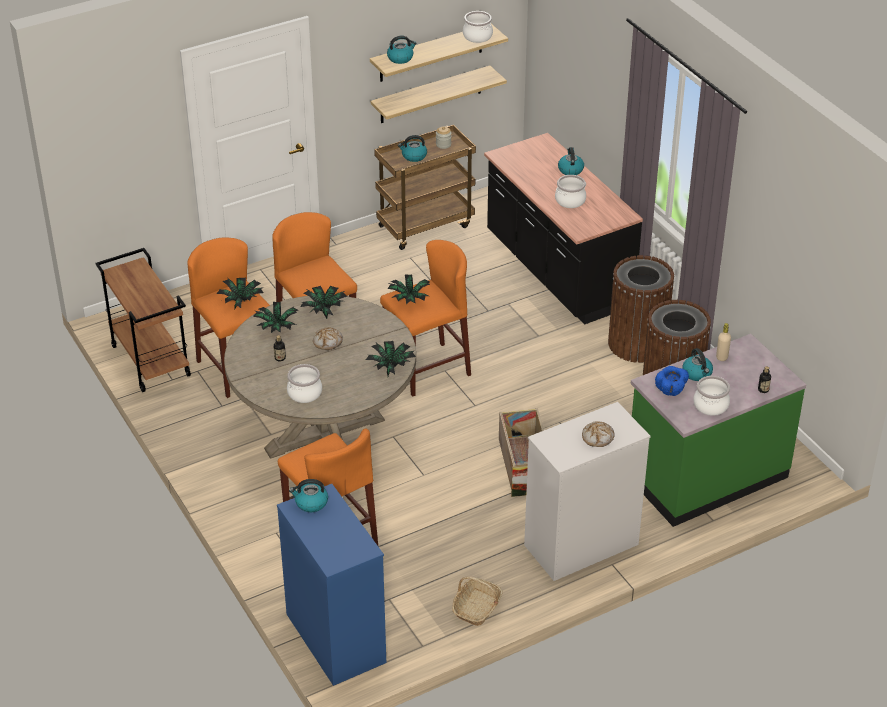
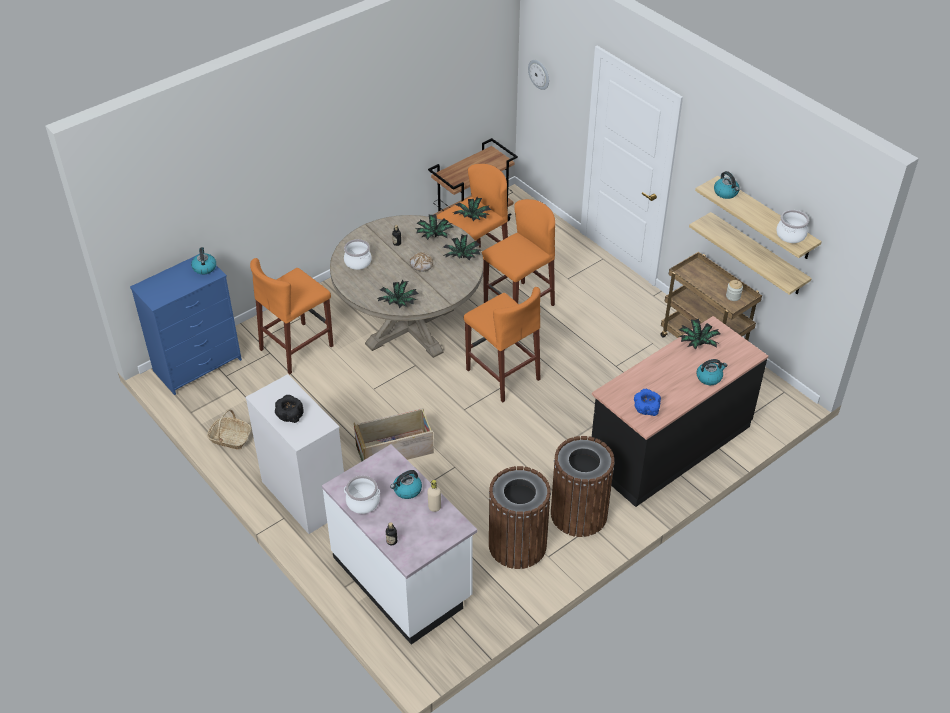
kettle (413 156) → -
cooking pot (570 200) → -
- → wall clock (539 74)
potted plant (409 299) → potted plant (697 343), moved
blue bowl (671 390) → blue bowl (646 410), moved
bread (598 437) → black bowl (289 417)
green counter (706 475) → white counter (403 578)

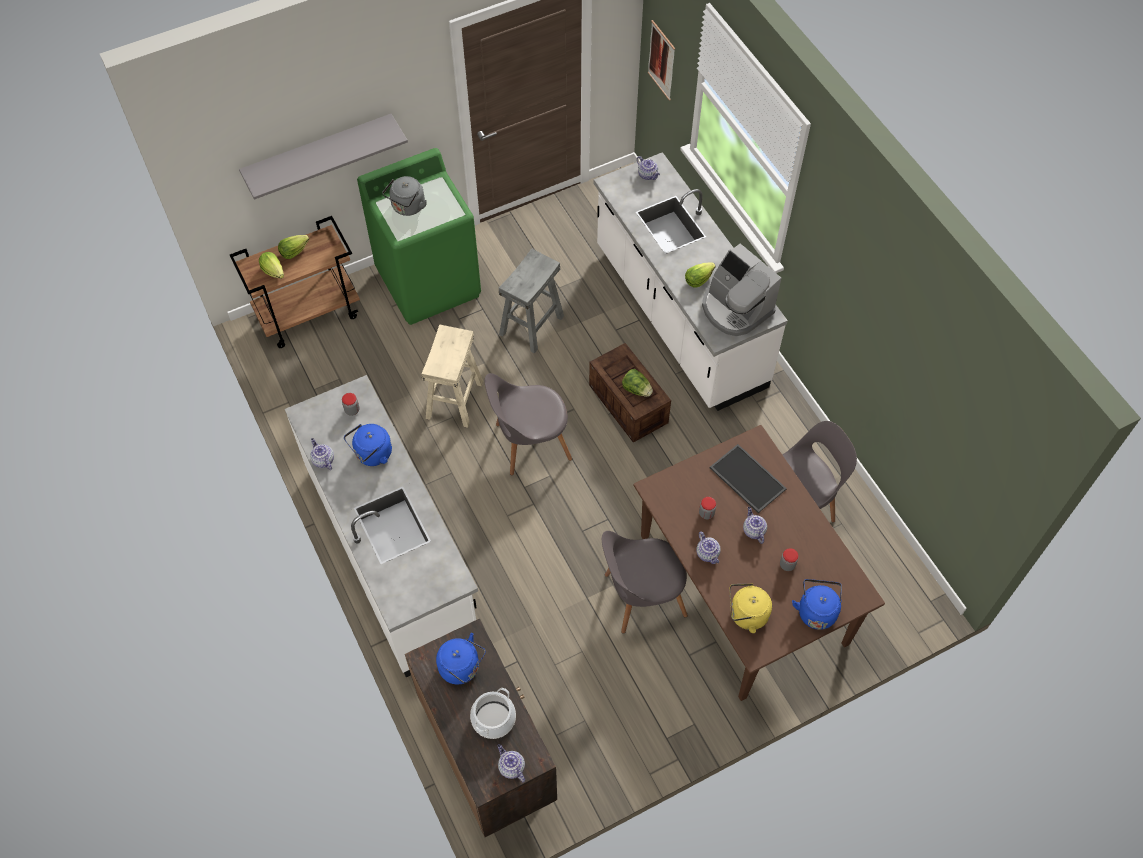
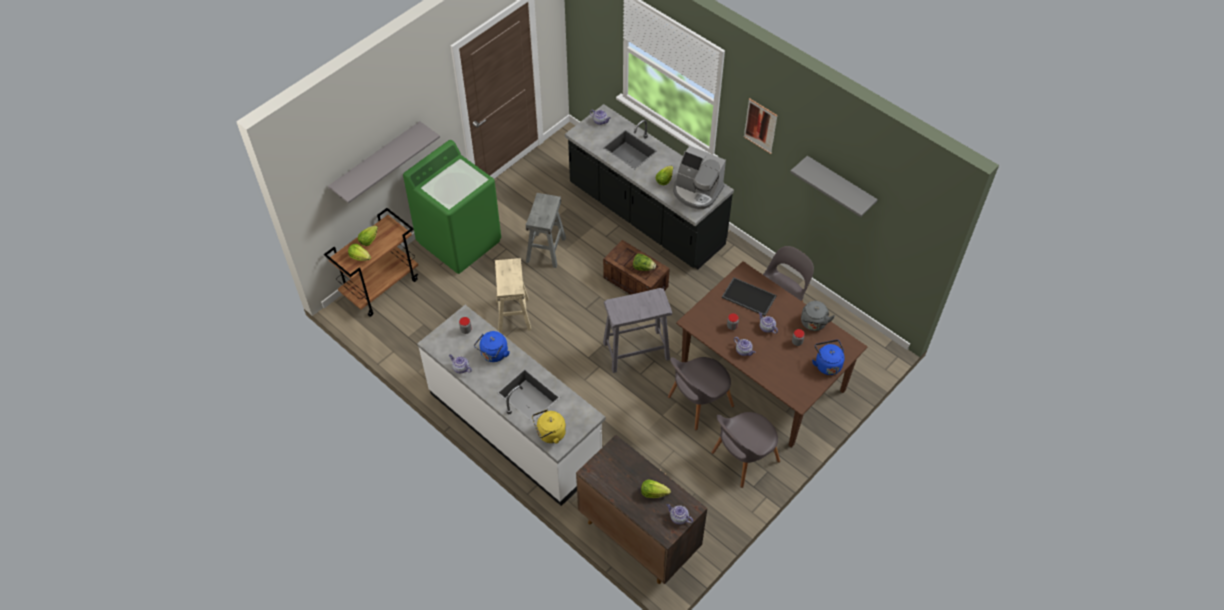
blue kettle (462 668) → -
- → grey stool (635 350)
- → grey shelf (840 185)
grey kettle (407 207) → grey kettle (813 324), moved
grey chair (529 443) → grey chair (743 458), moved
picture (661 60) → picture (760 126), moved
yellow kettle (746 615) → yellow kettle (549 434), moved
cooking pot (493 719) → lettuce (653 492)
white counter (678 318) → black counter (645 216)

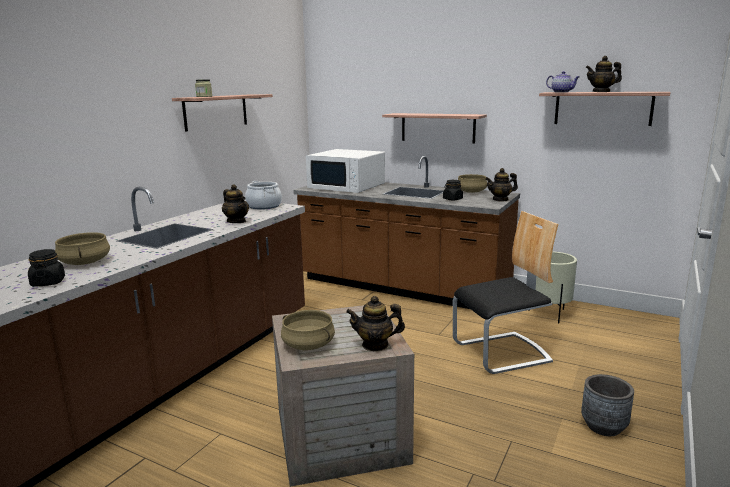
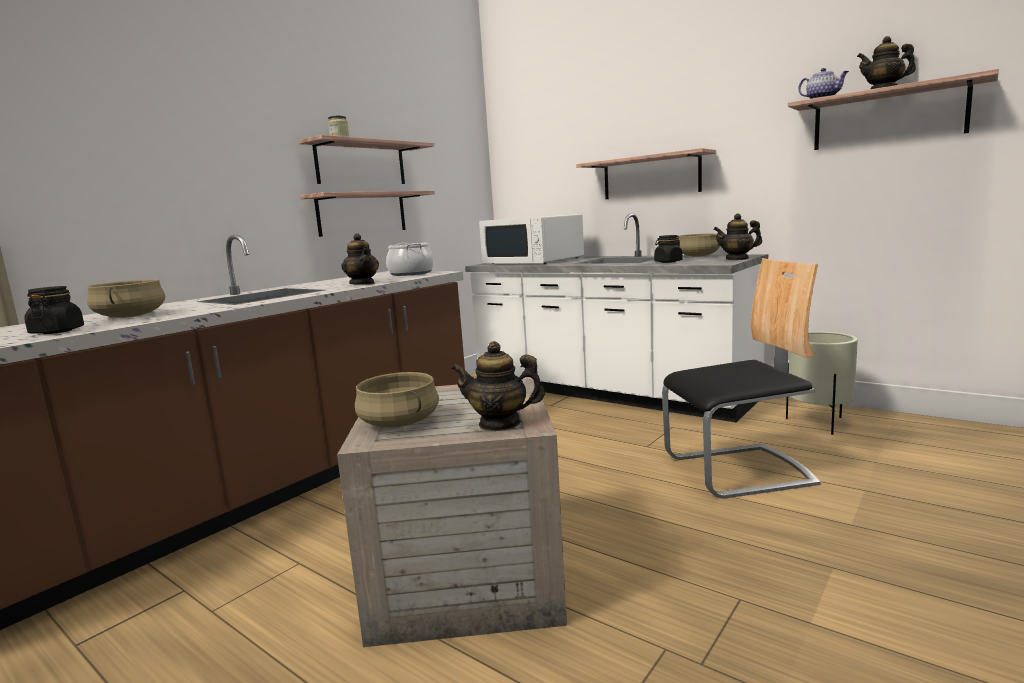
grey planter (604 427) → -
- → shelf (362 213)
brown counter (402 287) → white counter (608 392)

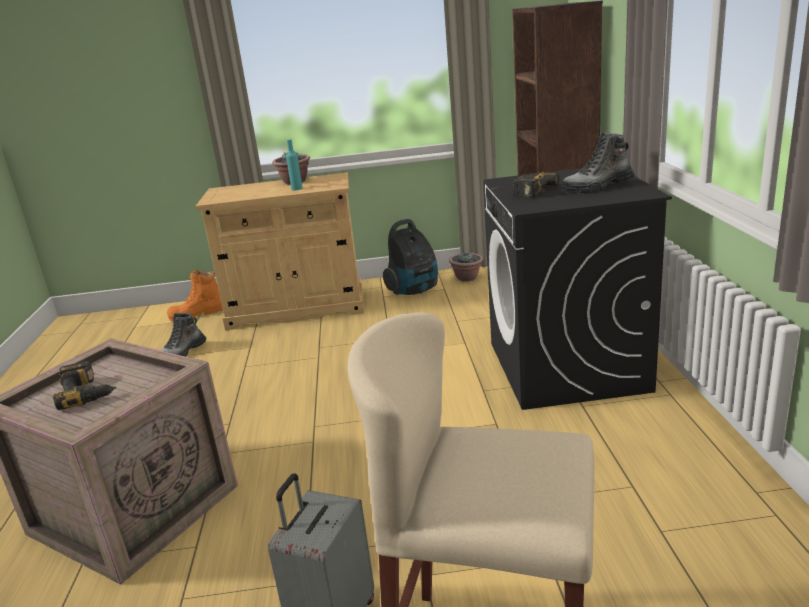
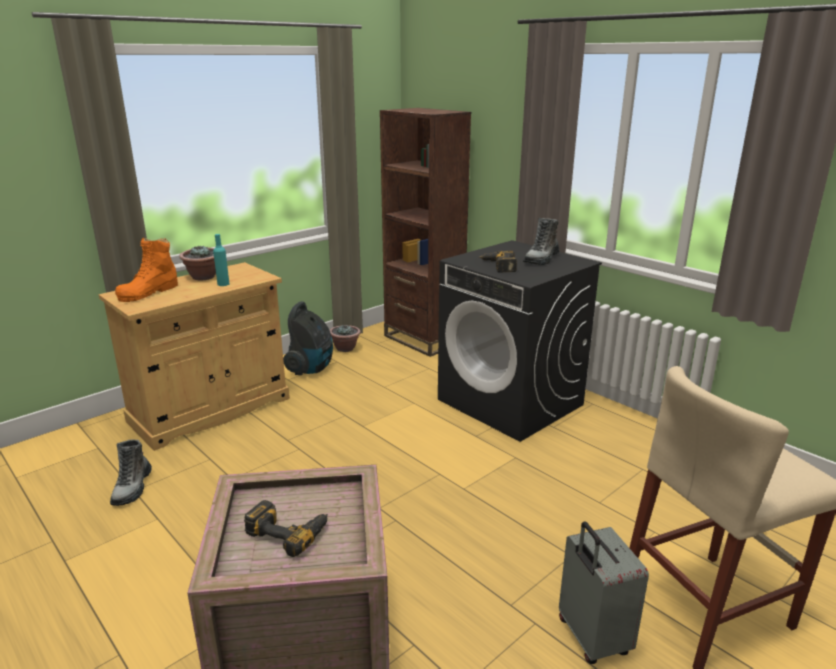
orange boot (197 314) → orange boot (149 292), moved

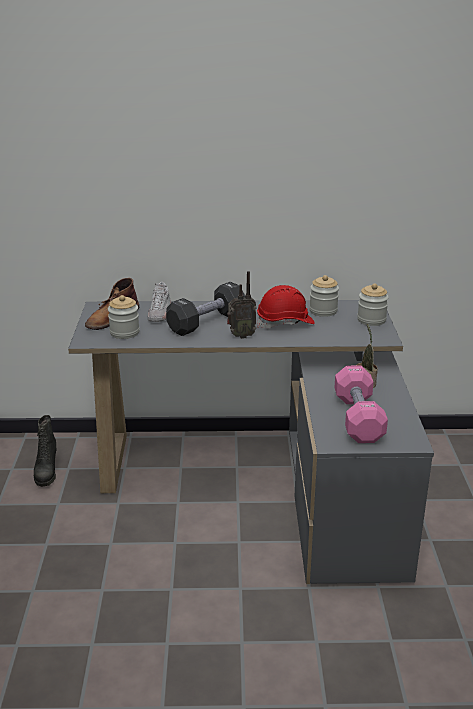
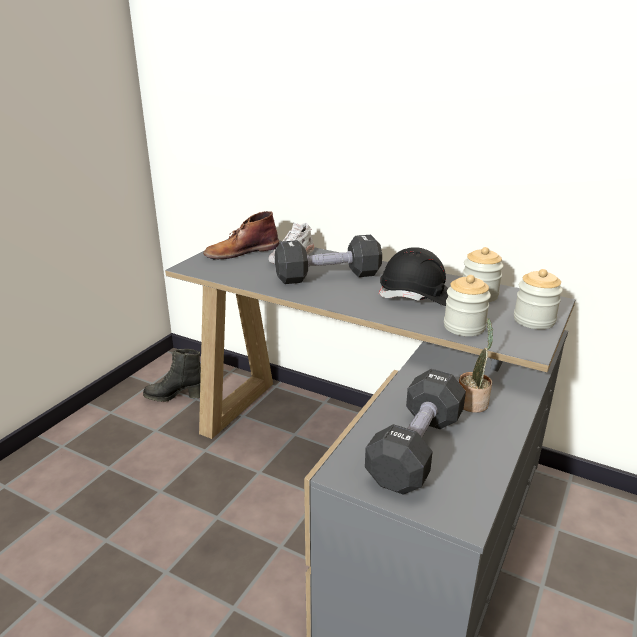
radio (240 336) → -
jar (124 333) → jar (464 327), moved
red hard hat (285 323) → black hard hat (416 297)
pink dumbbell (358 418) → black dumbbell (416 449)
black boot (46 472) → black boot (175 396), 60 degrees clockwise

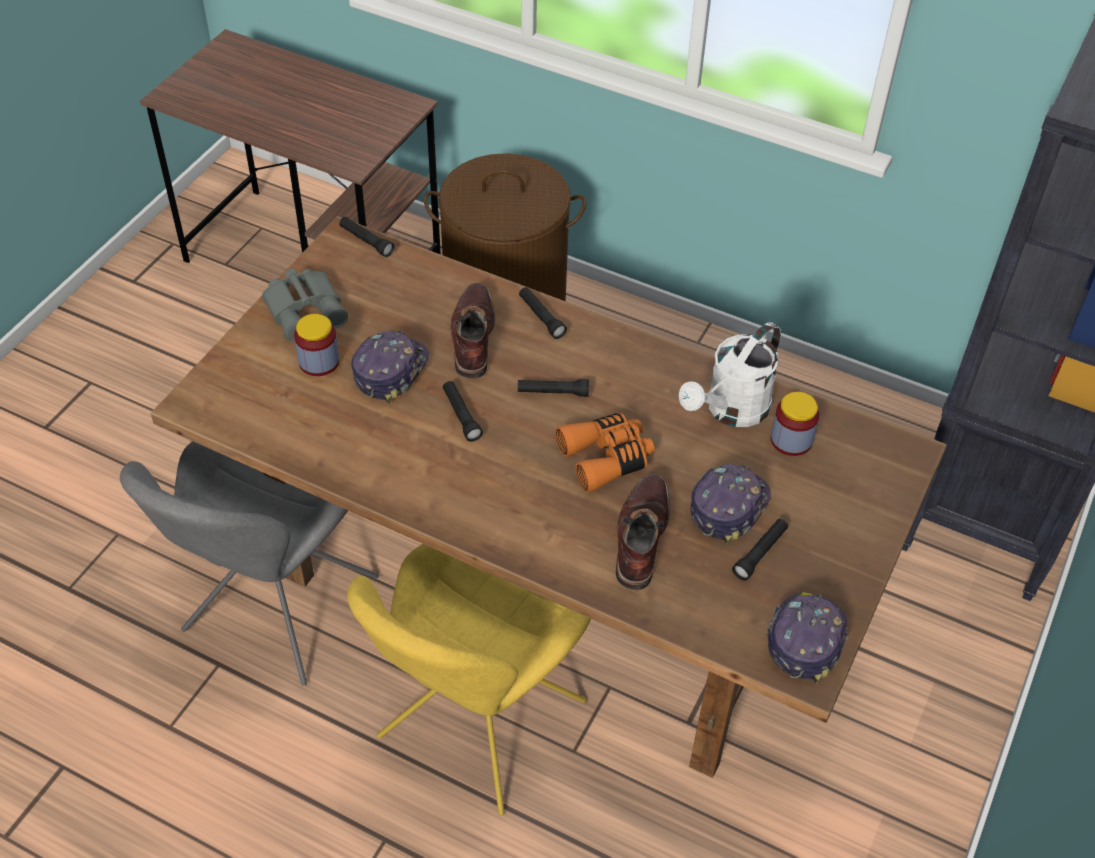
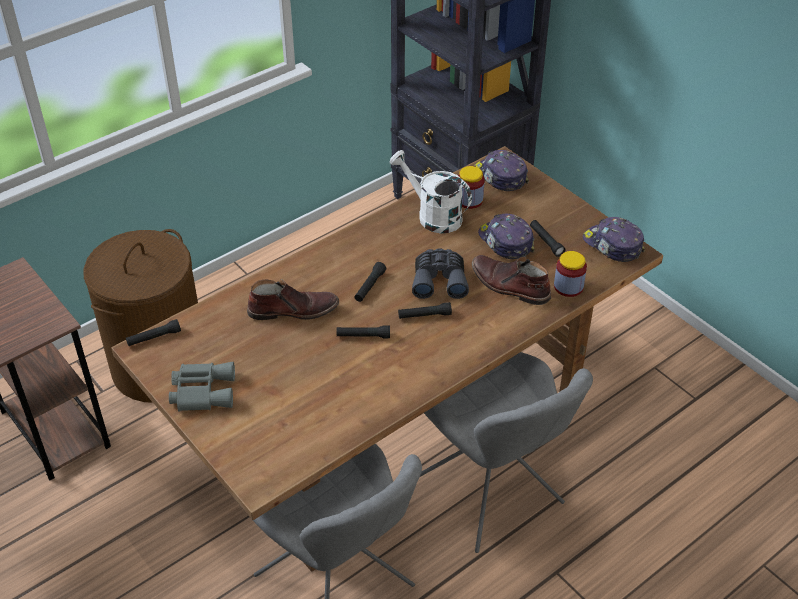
jar (319 362) → jar (568 287), moved
cap (390 371) → cap (500 177), moved
black flashlight (541 317) → black flashlight (424 315), moved
yellow chair (477 725) → grey chair (492 494)
orange binoculars (606 457) → grey binoculars (439 280)
brown boot (472 337) → brown boot (293 310), 150 degrees clockwise
white watering can (730 411) → white watering can (432 215), 150 degrees clockwise

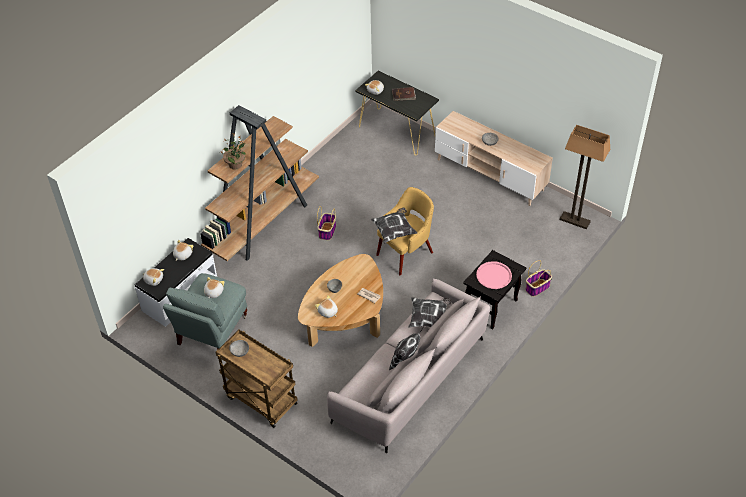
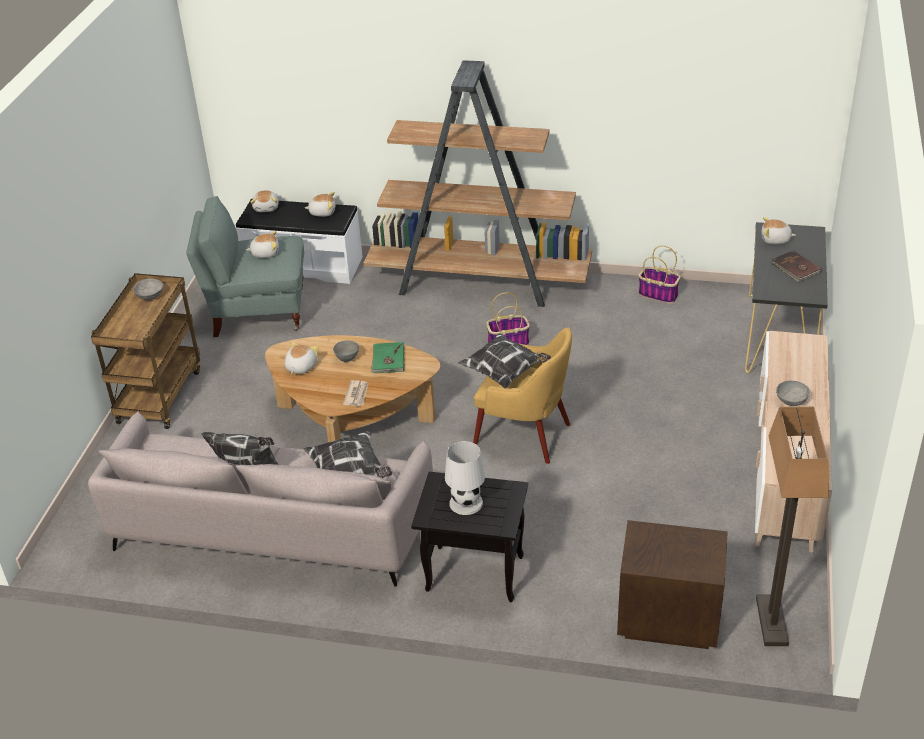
potted plant (236 164) → -
- → green book (388 360)
- → brown nightstand (667 619)
basket (537 287) → basket (659 294), moved
pink tray (493 275) → white table lamp (466 502)

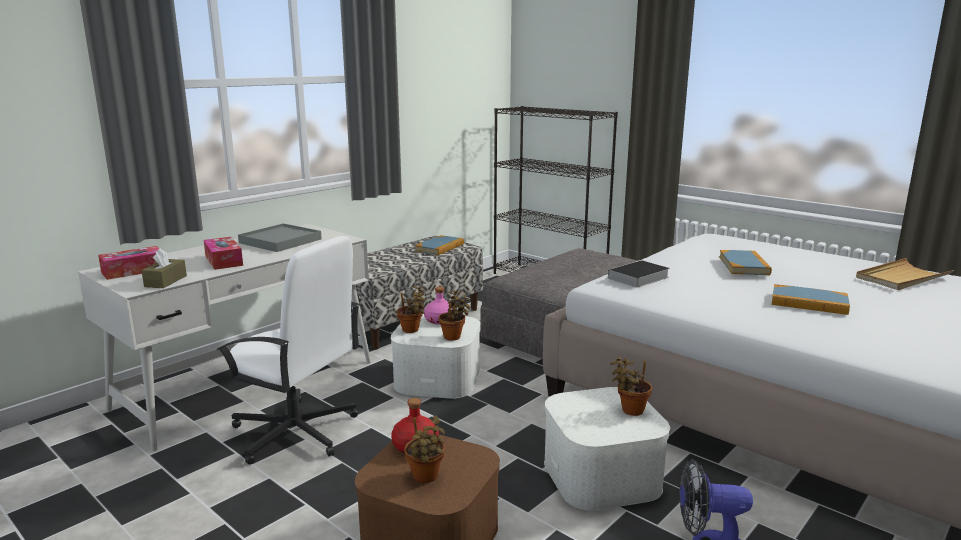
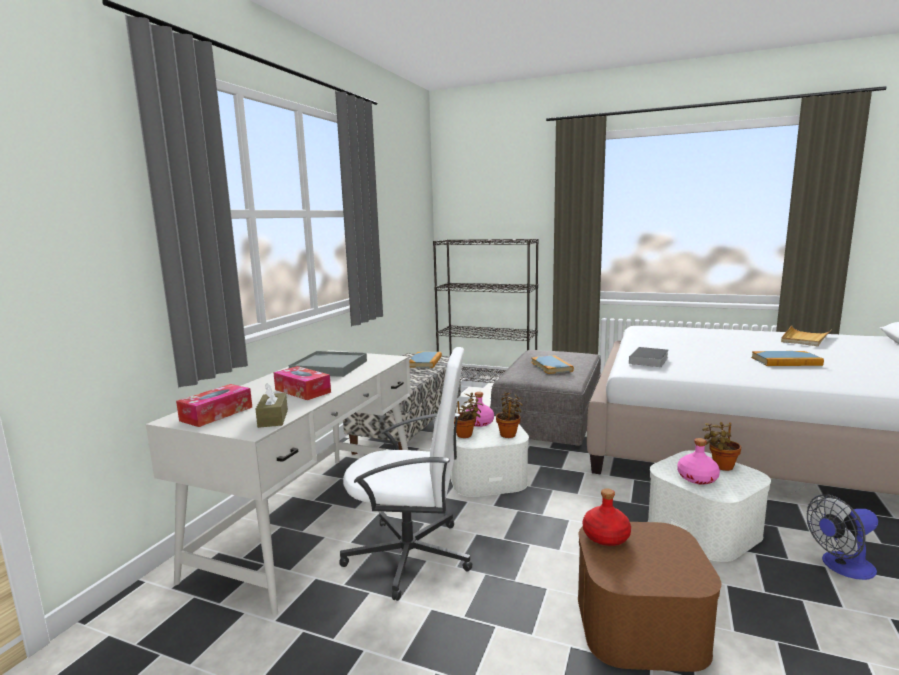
potted plant (425 477) → -
- → pink bottle (697 478)
book (744 265) → book (551 367), moved

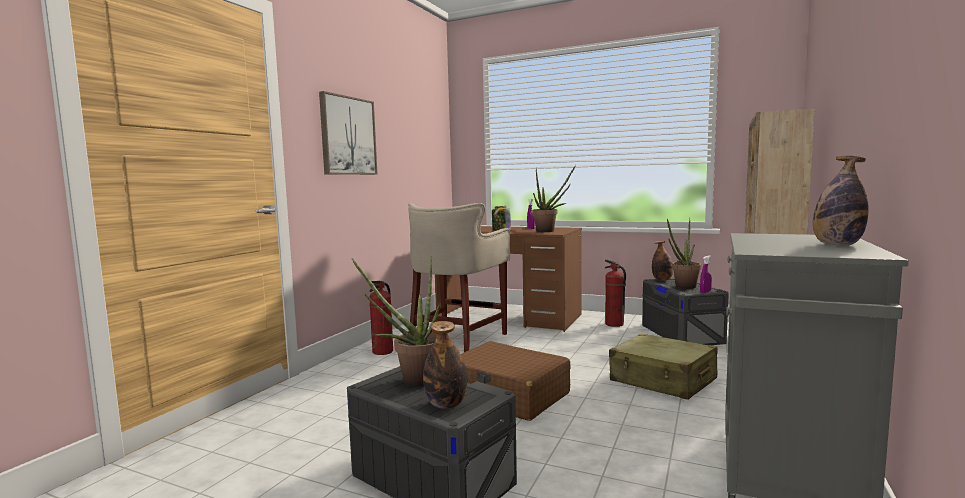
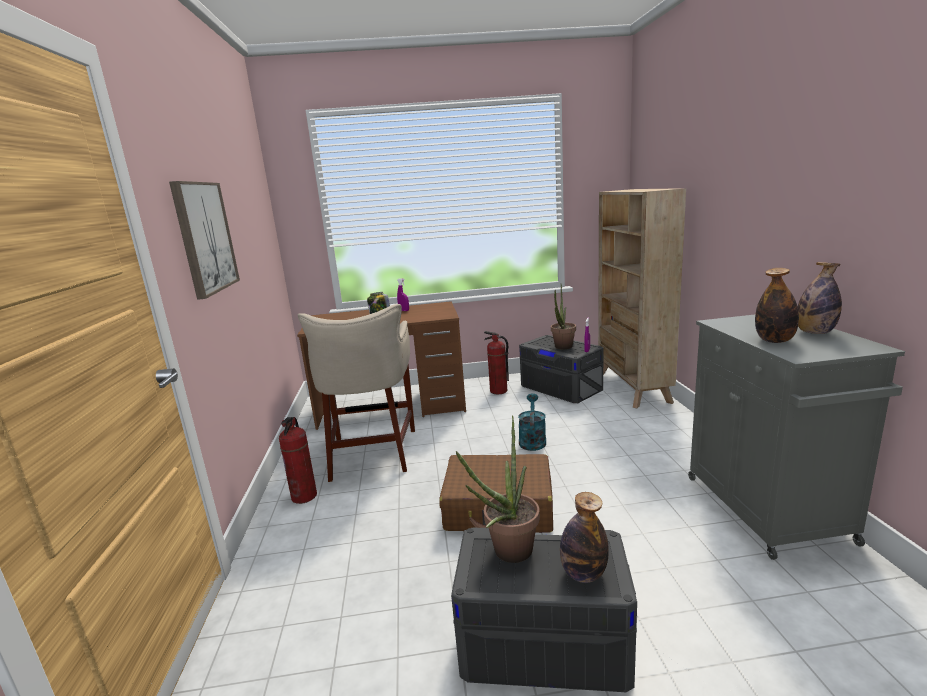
potted plant (549 231) → -
beige suitcase (662 380) → -
- → turquoise watering can (532 440)
bottle (662 280) → bottle (774 341), moved

